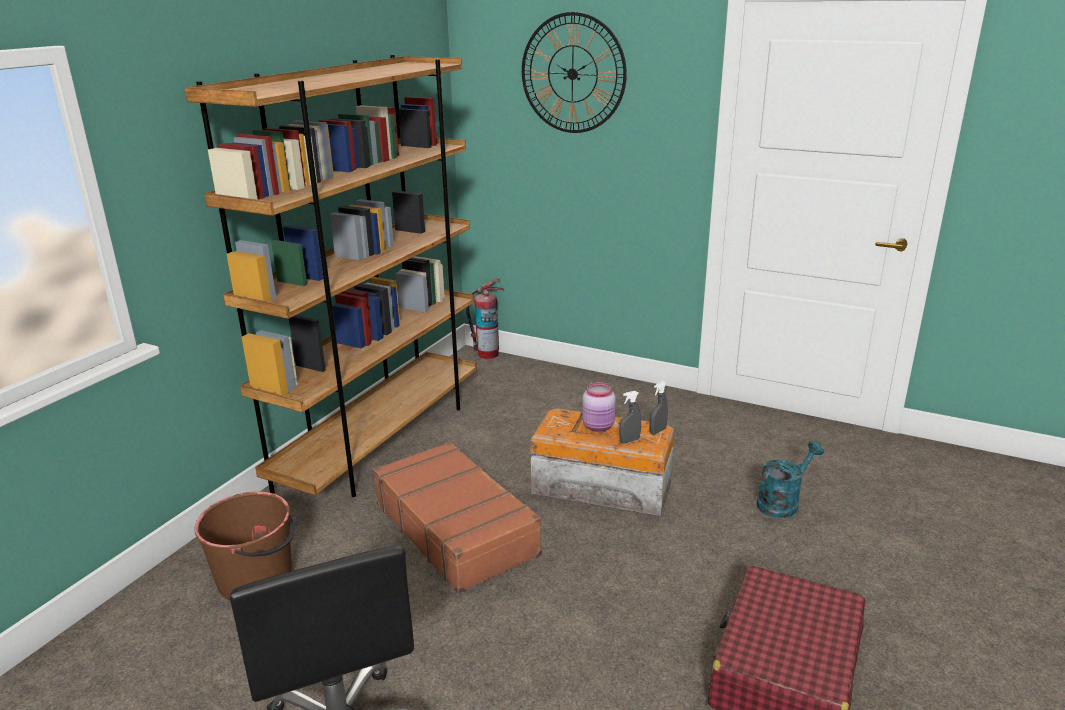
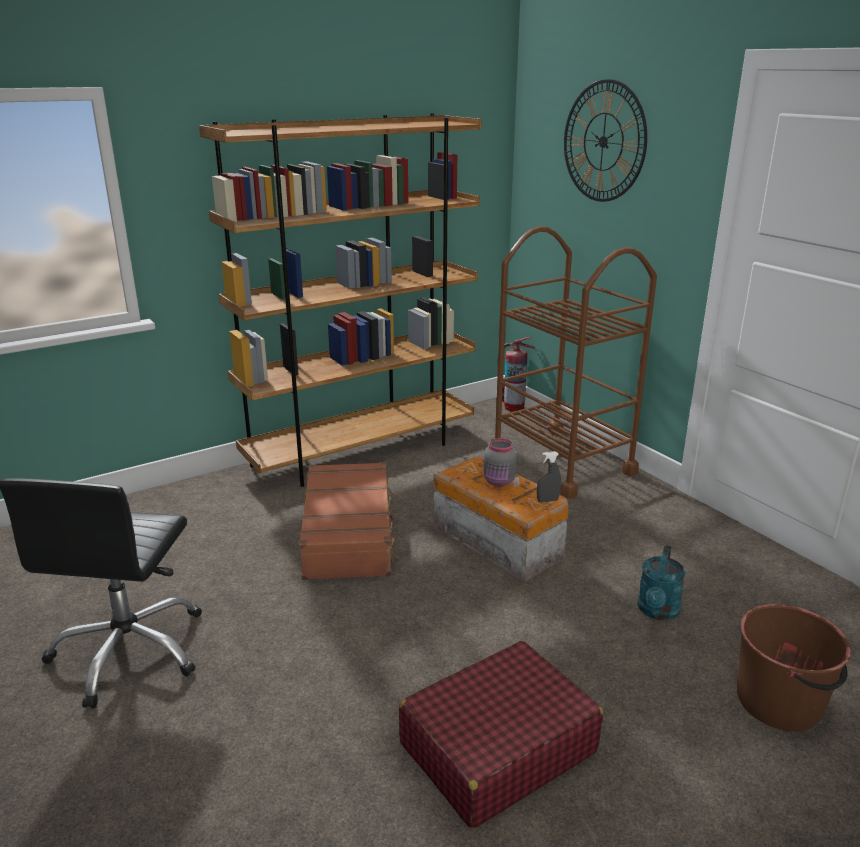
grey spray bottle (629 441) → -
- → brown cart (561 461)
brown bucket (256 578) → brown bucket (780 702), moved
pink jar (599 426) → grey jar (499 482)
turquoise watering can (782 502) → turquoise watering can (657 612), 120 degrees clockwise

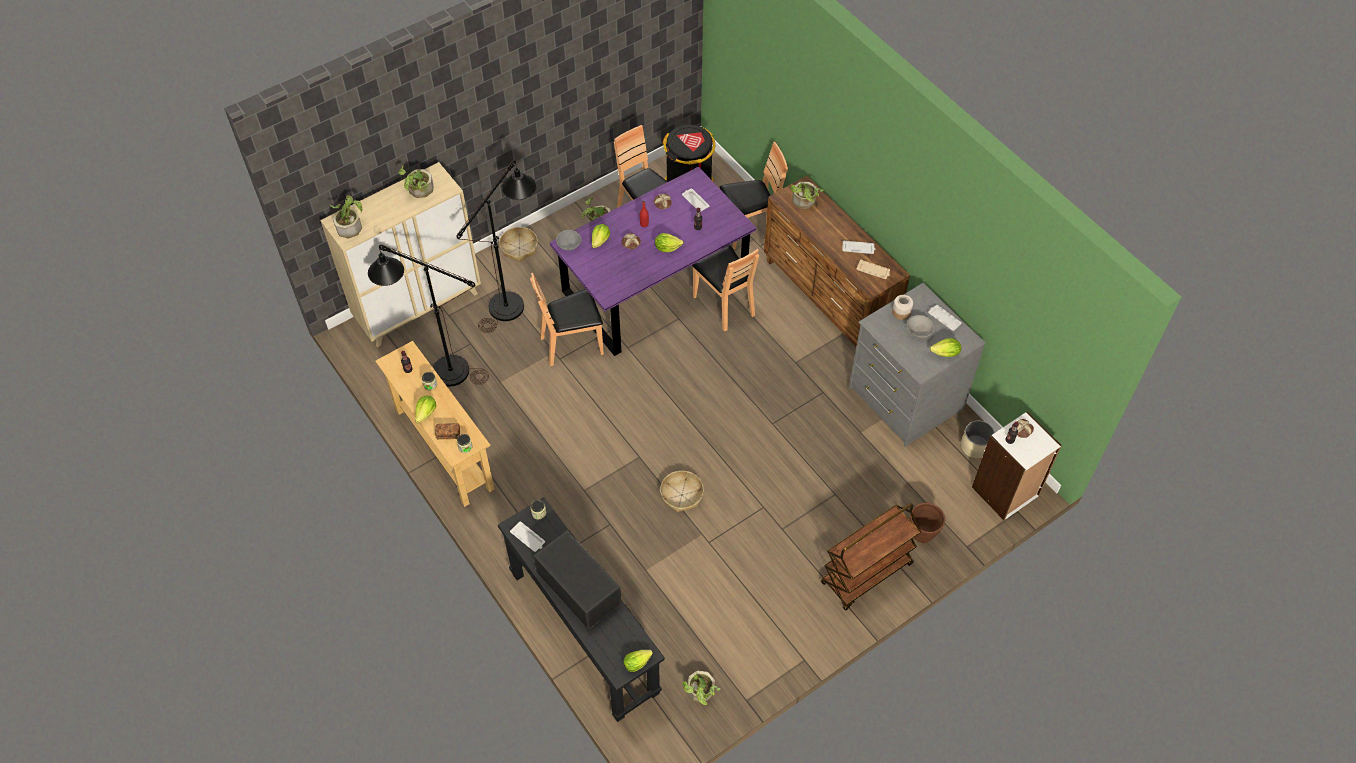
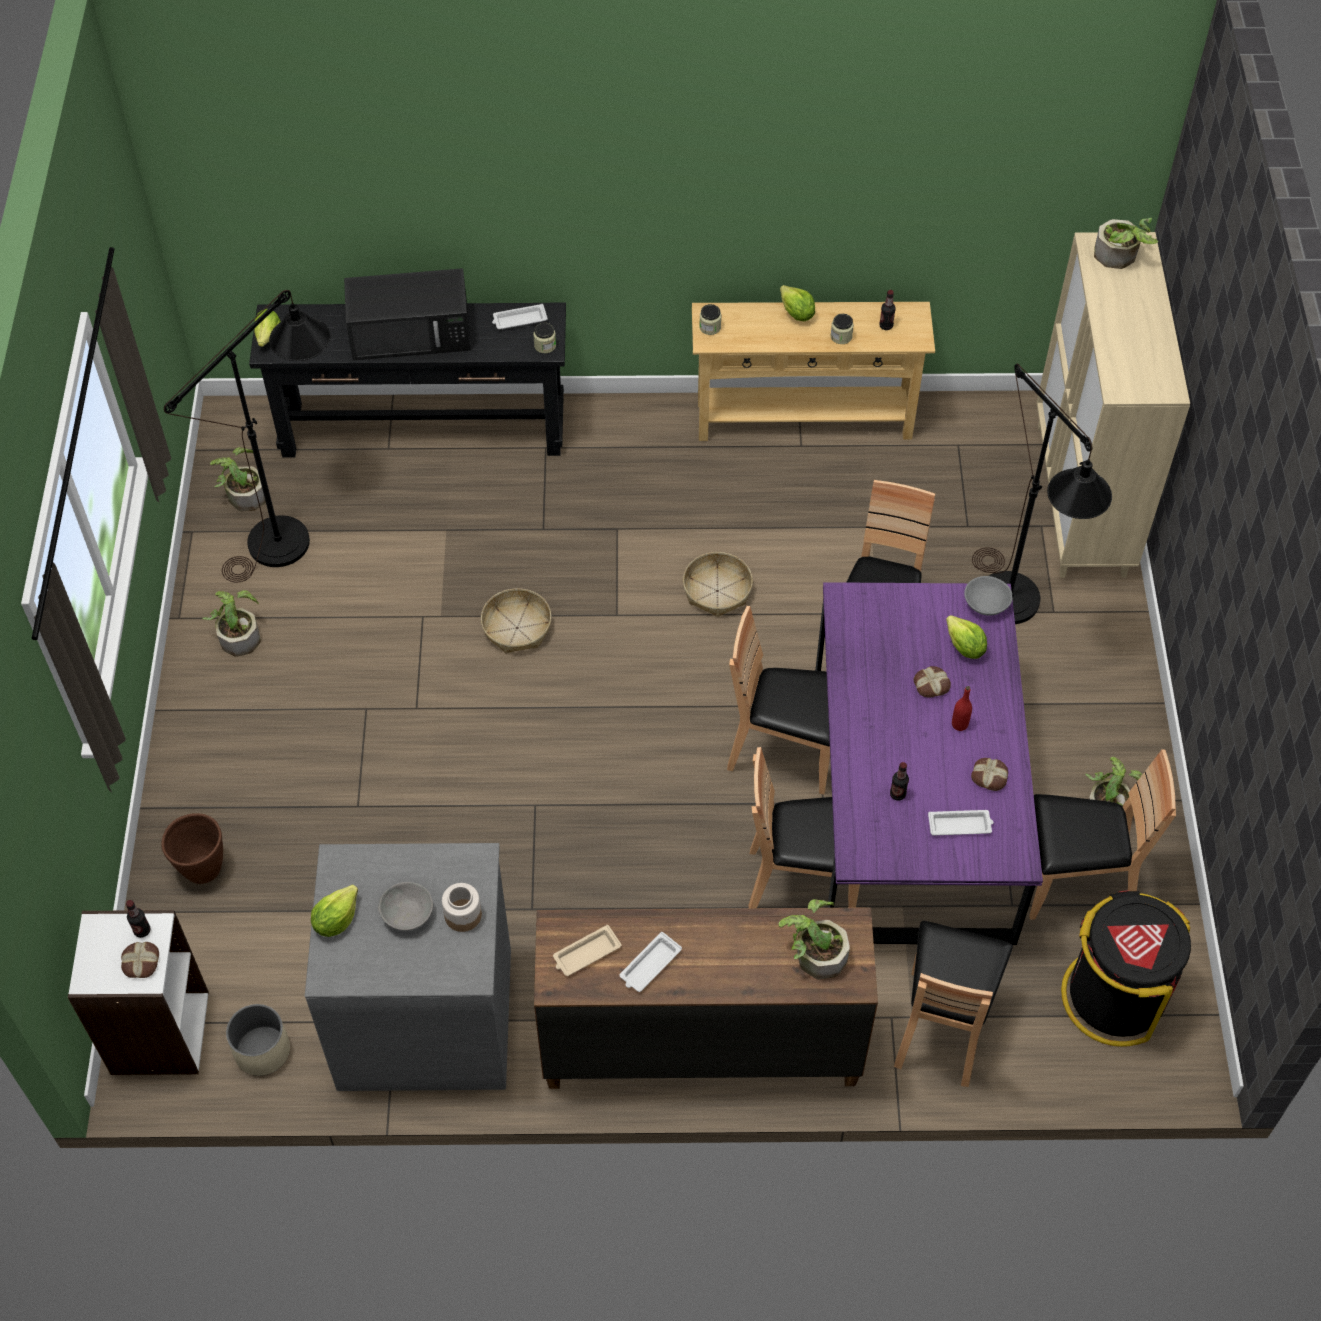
bread (448 434) → -
lettuce (667 248) → -
brown cart (866 574) → -
white tray (943 319) → -
- → brown chair (784 752)
black floor lamp (440 369) → black floor lamp (294 533), moved
potted plant (418 191) → potted plant (238 634), moved
basket (519 248) → basket (717 590), moved

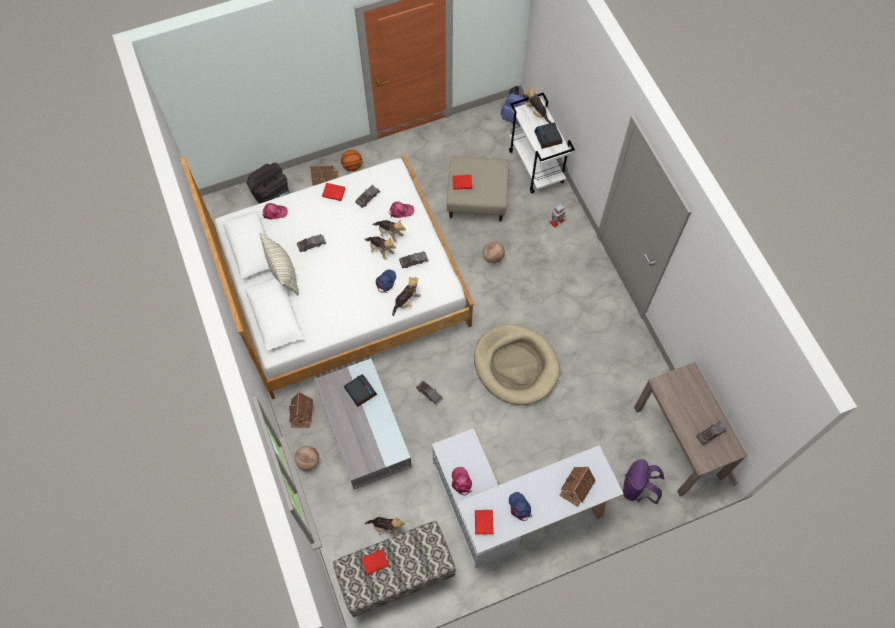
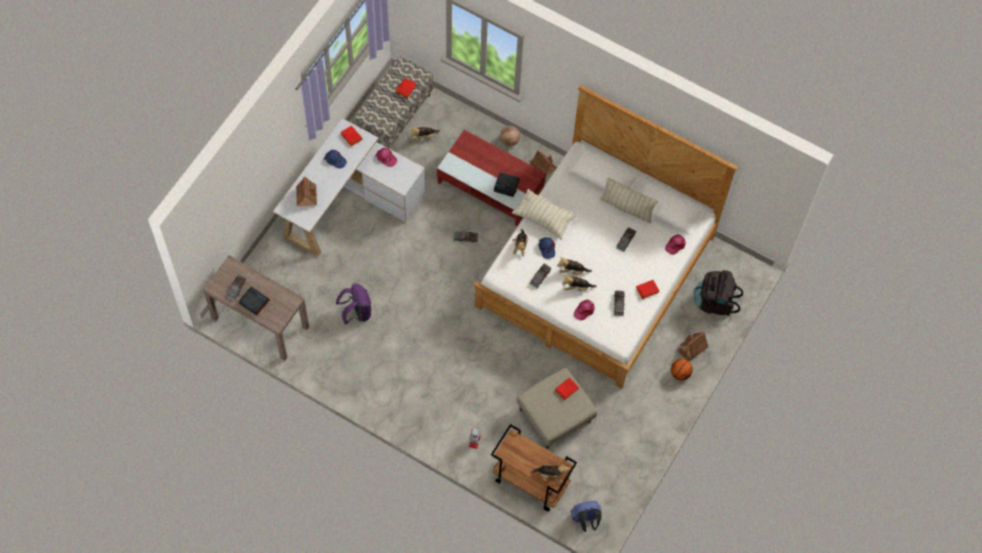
beige dog bed (516 365) → -
basketball (493 257) → -
- → pillow (544 218)
alarm clock (548 138) → alarm clock (254 302), moved
purple backpack (637 488) → purple backpack (356 313), moved
grey coffee table (364 429) → red coffee table (490 185)
white cart (536 167) → brown cart (529 481)

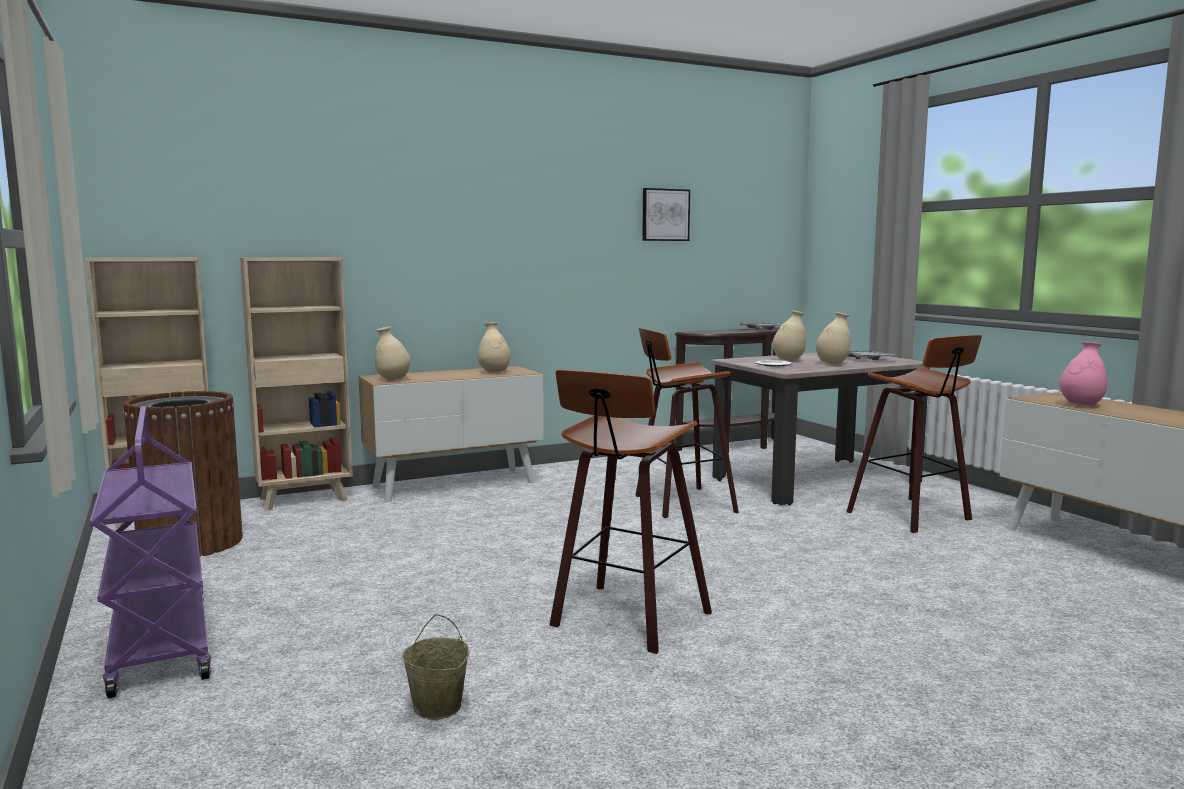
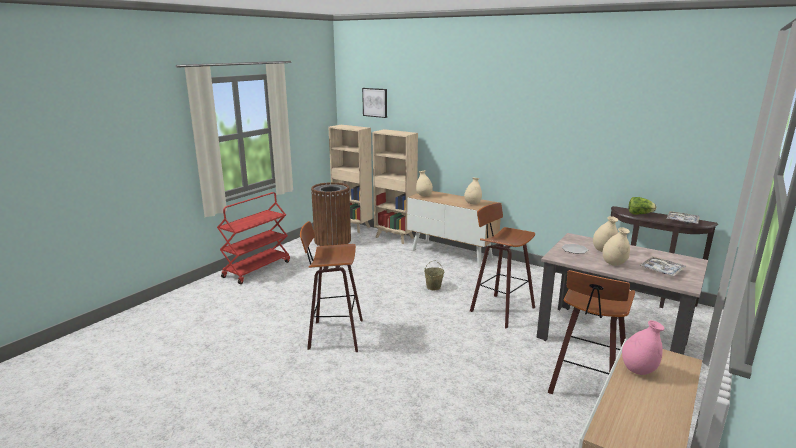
- → lettuce (639 214)
beige bucket (438 707) → beige bucket (433 287), moved
picture (665 215) → picture (375 102), moved
purple cart (158 643) → red cart (257 269)

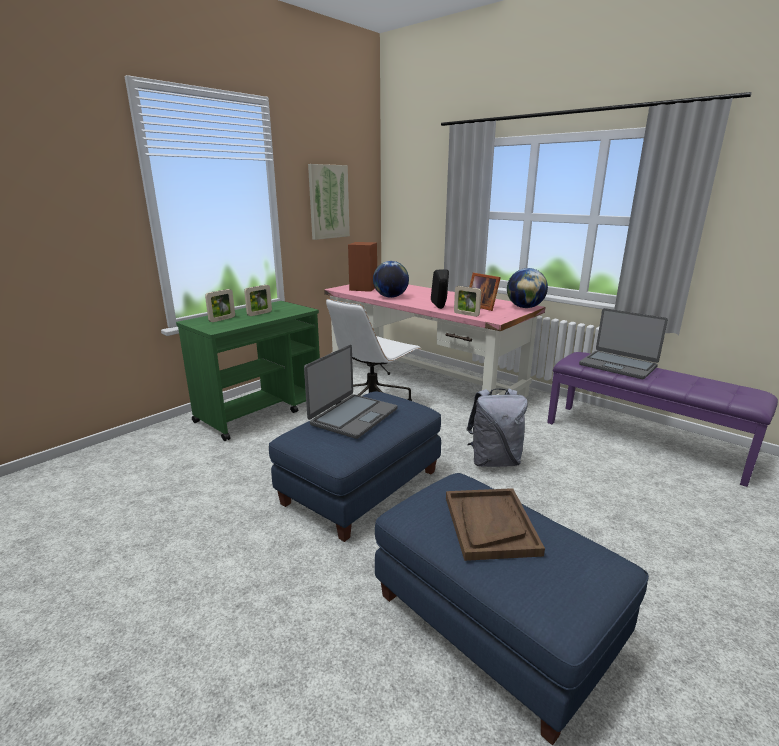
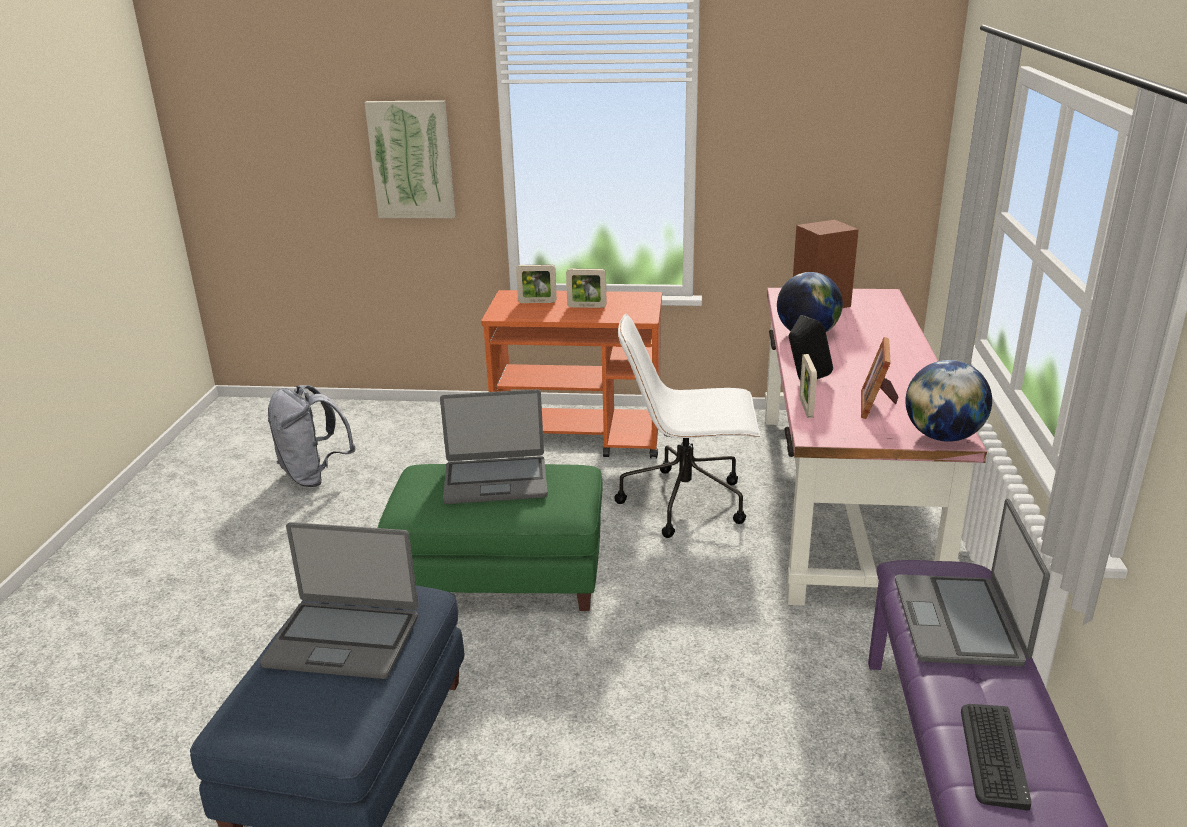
- → keyboard (993 755)
picture (328 202) → picture (411 160), moved
grey backpack (494 461) → grey backpack (314 476), moved
brown tray (490 524) → laptop (343 639)
green cart (261 411) → orange cart (580 438)
blue ottoman (362 486) → green ottoman (501 575)

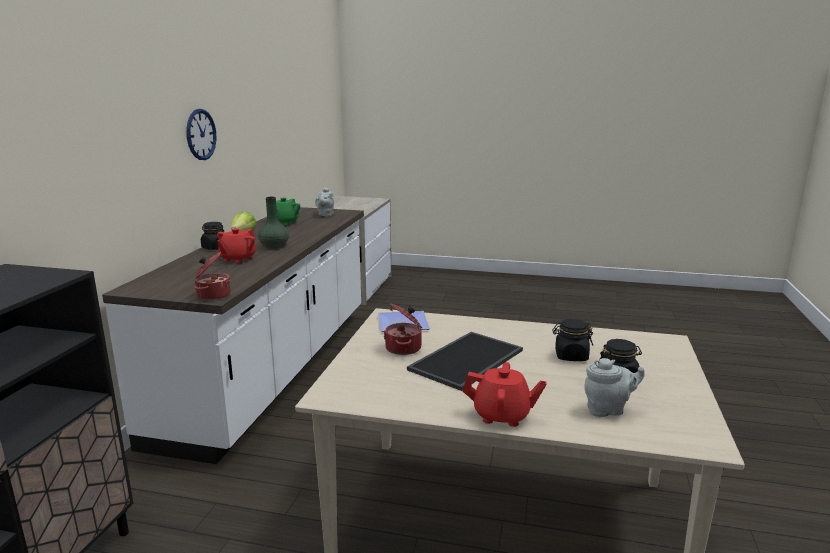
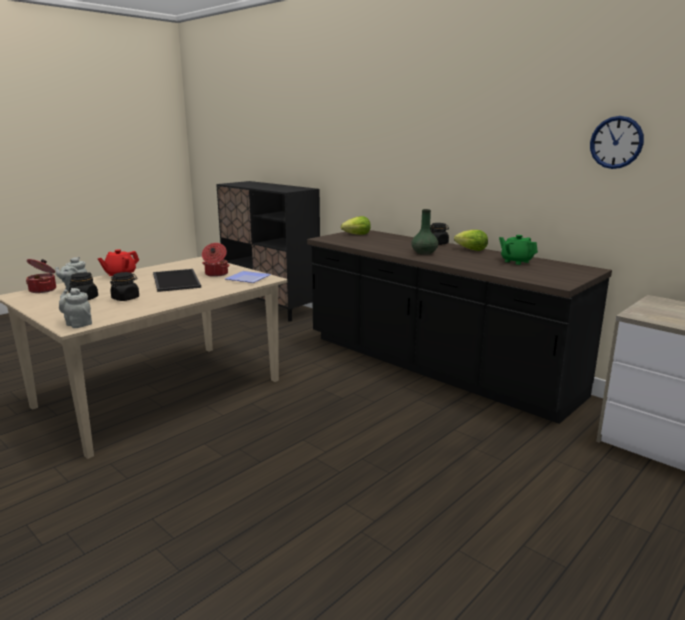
red teapot (237 259) → -
- → lettuce (357 235)
wall clock (201 134) → wall clock (616 142), moved
cooking pot (213 295) → cooking pot (43 290), moved
grey teapot (325 215) → grey teapot (77 324), moved
white counter (273 369) → black counter (435 366)

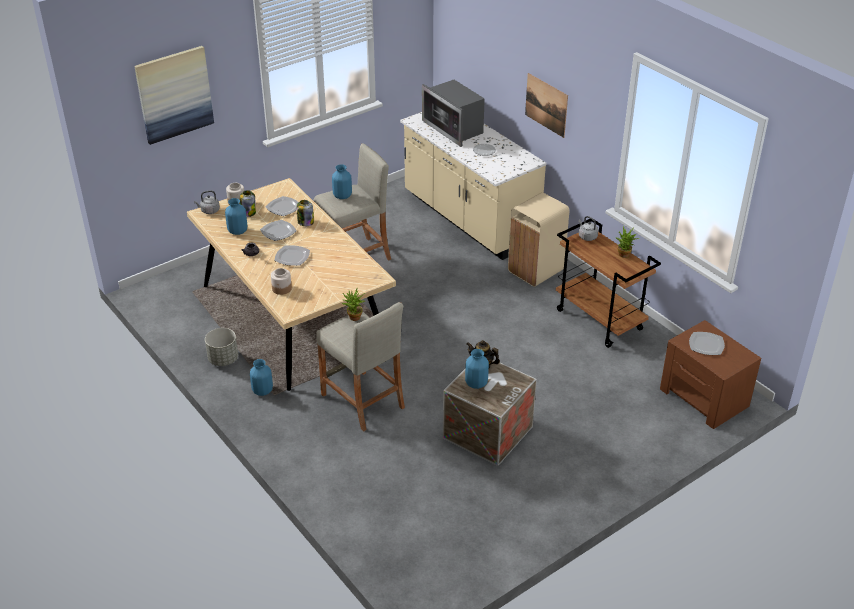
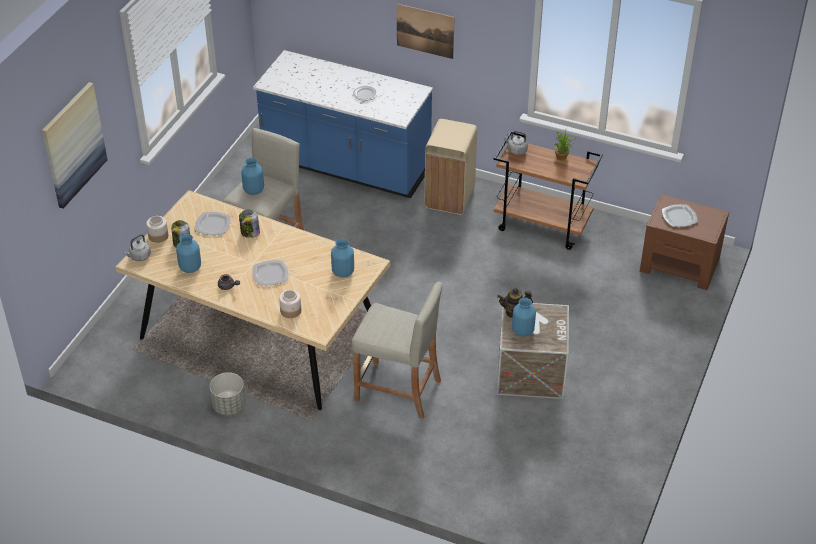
plate (278 232) → -
potted plant (354 319) → -
microwave (454 128) → -
blue vase (262 391) → blue vase (342 272), moved
beige counter (469 219) → blue counter (346 167)

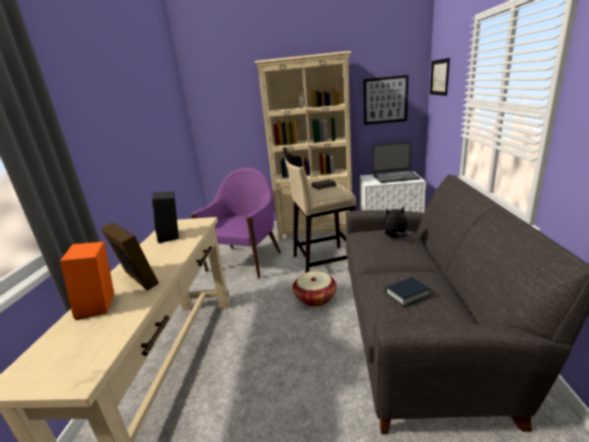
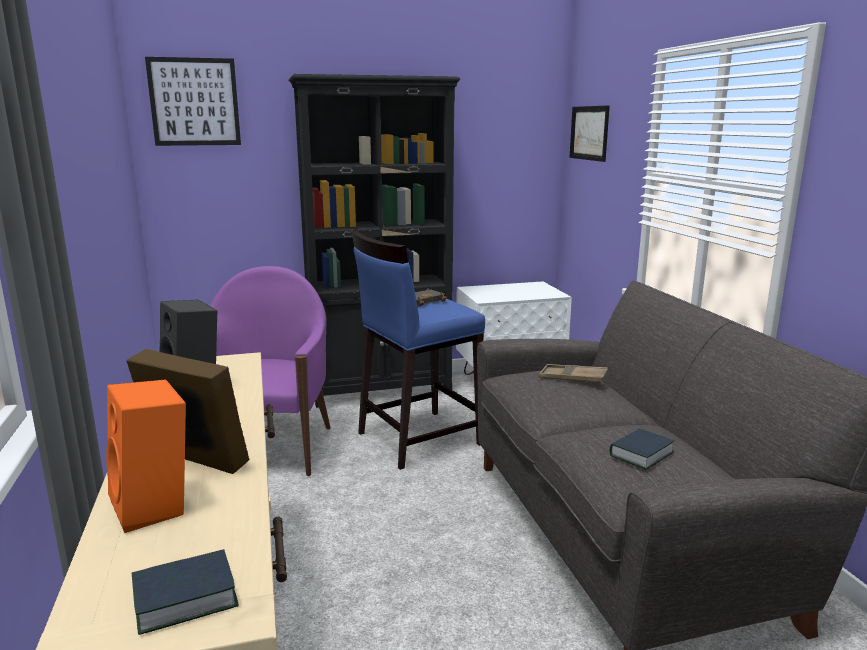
basket (315 298) → -
laptop (395 177) → -
- → book (185 599)
picture (385 100) → picture (194 102), moved
plush toy (395 237) → brown tray (573 378)
beige bookcase (316 232) → black bookcase (382 390)
beige stool (323 261) → blue stool (417 438)

